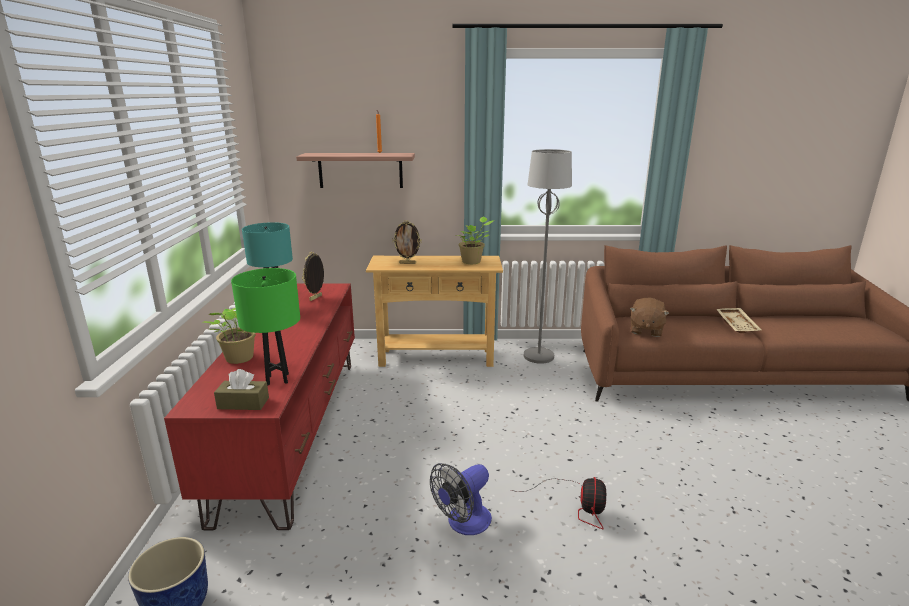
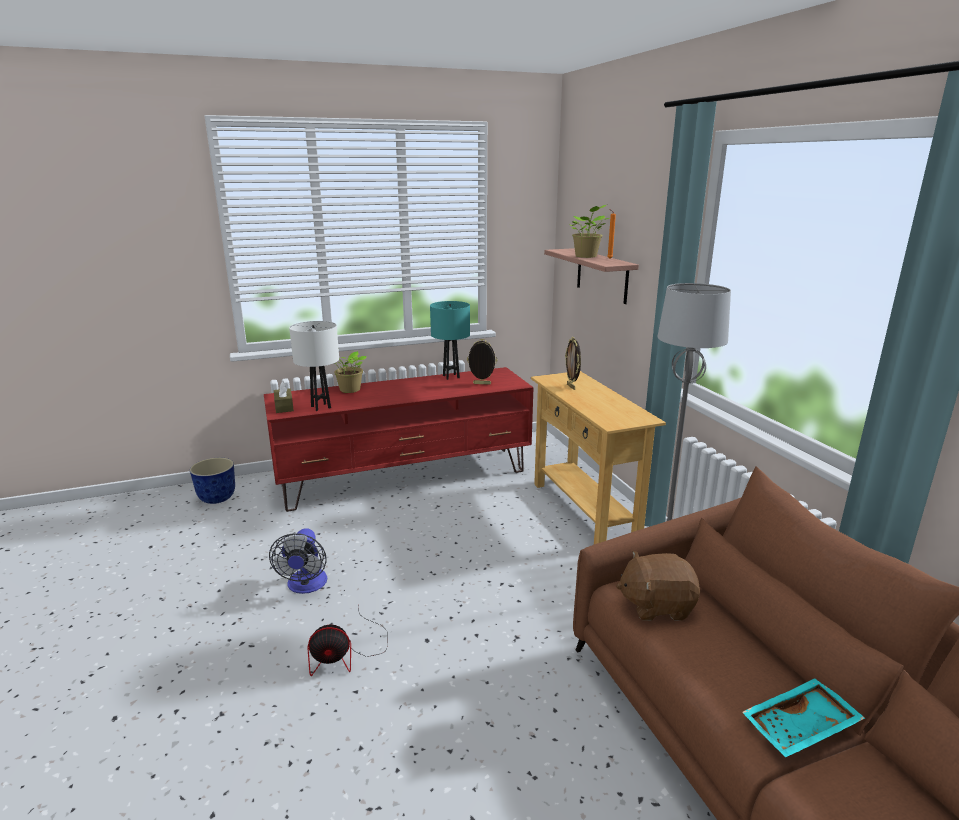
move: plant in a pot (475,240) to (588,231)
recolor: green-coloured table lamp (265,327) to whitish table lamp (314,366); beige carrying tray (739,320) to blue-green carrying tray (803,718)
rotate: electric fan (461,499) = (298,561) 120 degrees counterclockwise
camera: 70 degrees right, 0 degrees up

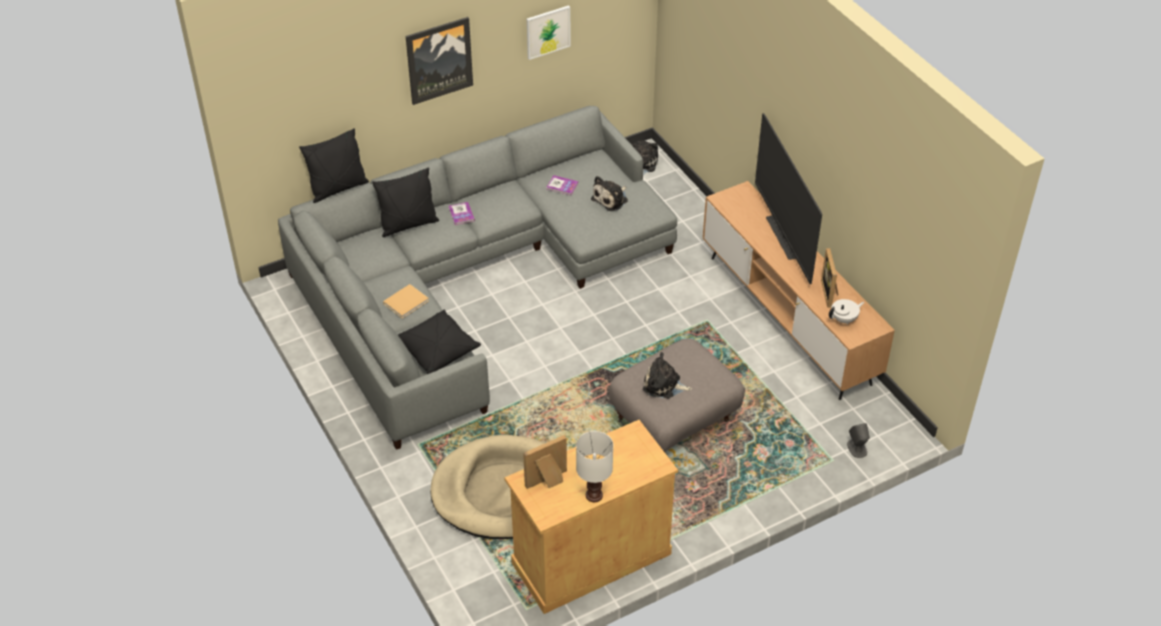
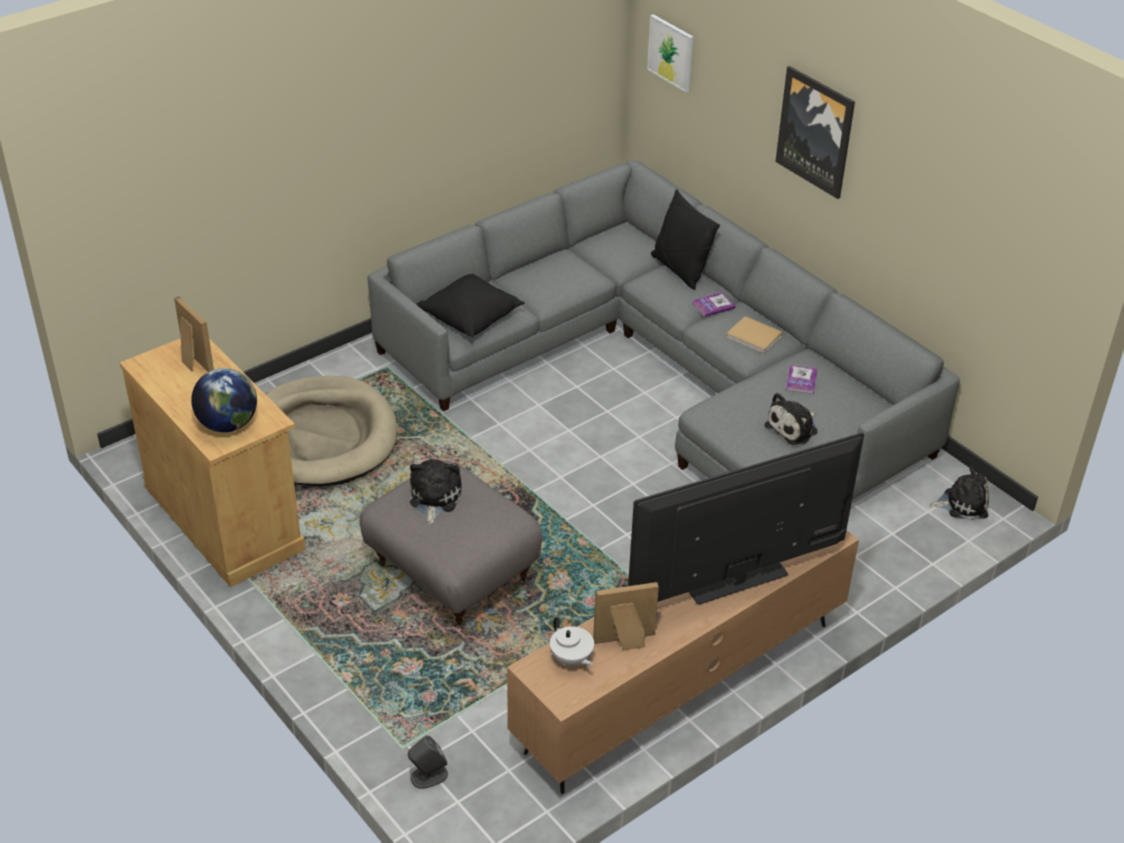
delete: black-coloured cushion (334,165); whitish table lamp (594,466)
insert: globe (224,400)
move: beige volume (406,301) to (754,334); picture (549,33) to (670,53)
rotate: plush toy (609,193) = (791,419) 75 degrees counterclockwise
camera: 80 degrees right, 5 degrees down

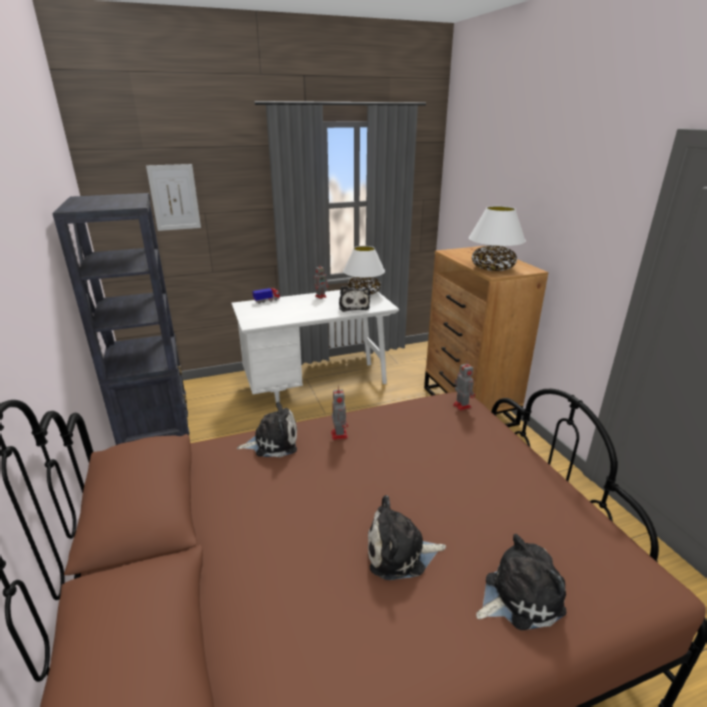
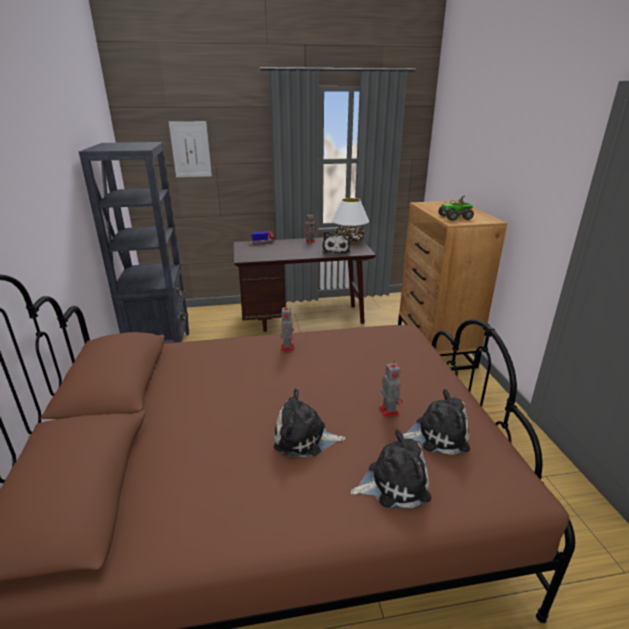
move: plush toy (267,429) to (436,422); model robot (464,386) to (391,388)
replace: whitish table lamp (497,238) to toy lorry (456,208)
recolor: whitish desk (315,346) to brownish desk (304,284)
camera: 10 degrees right, 0 degrees up

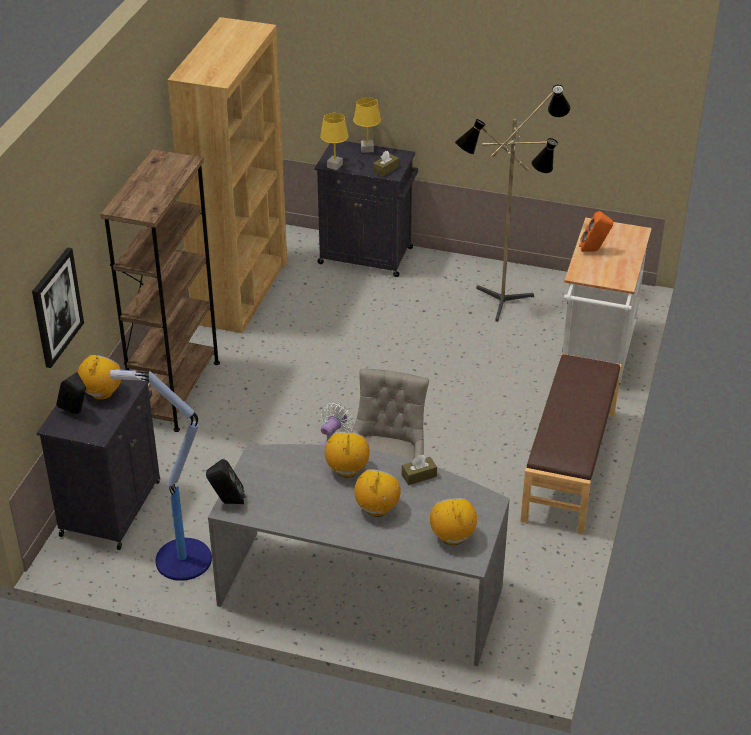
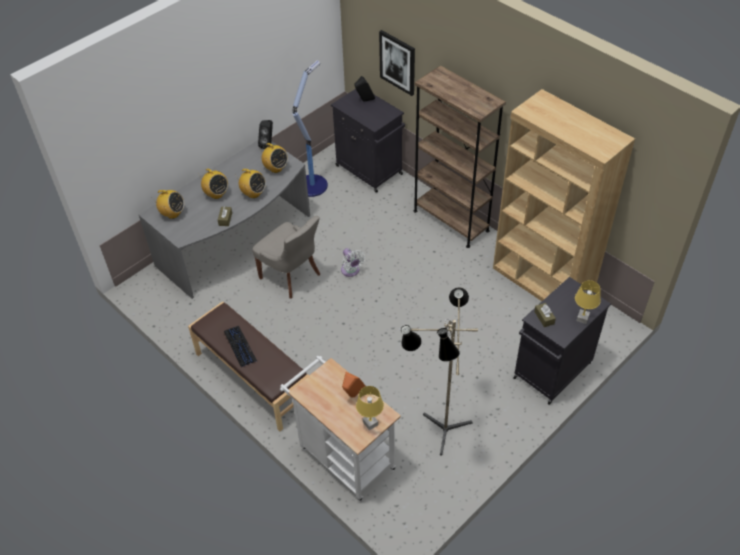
insert: computer keyboard (240,347)
move: radio receiver (99,377) to (274,158); yellow table lamp (334,141) to (370,408)
camera: 120 degrees right, 10 degrees up

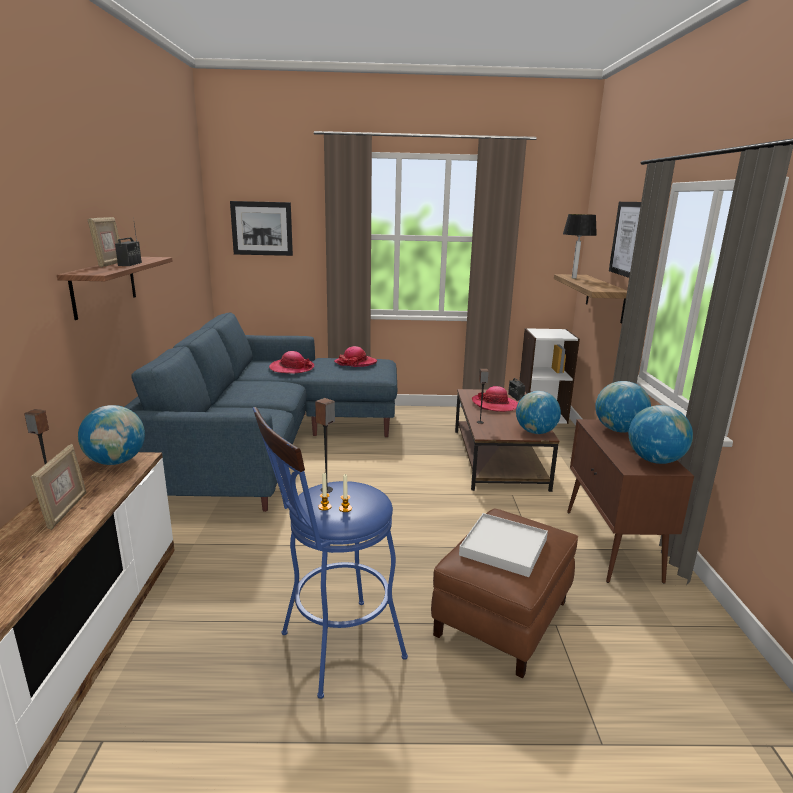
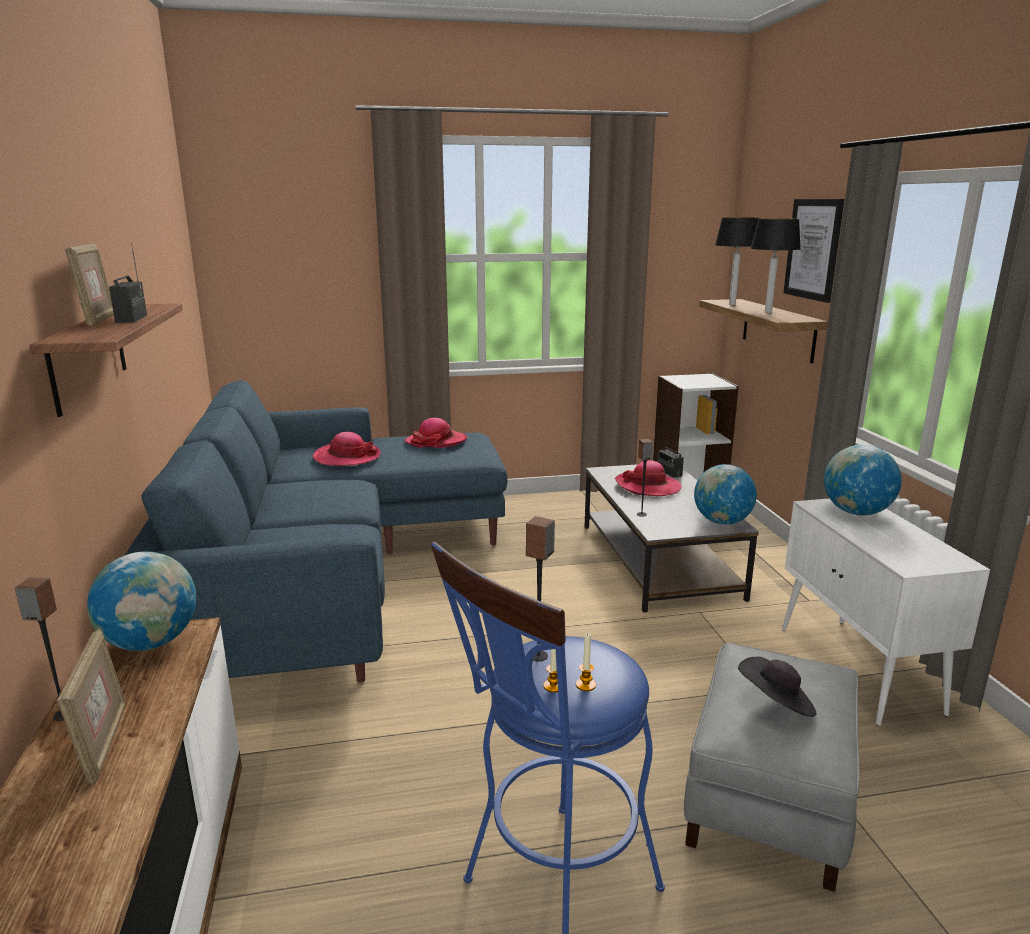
delete: picture (261,228); globe (661,434)
insert: table lamp (775,266)
replace: whitish carrying tray (503,545) to black-coloured hat (777,687)
recolor: brownish ottoman (504,593) to greyish ottoman (771,767); brownish coffee table (507,440) to greyish coffee table (672,538); brownish cabinet (630,501) to whitish cabinet (886,612)
camera: 10 degrees left, 0 degrees up

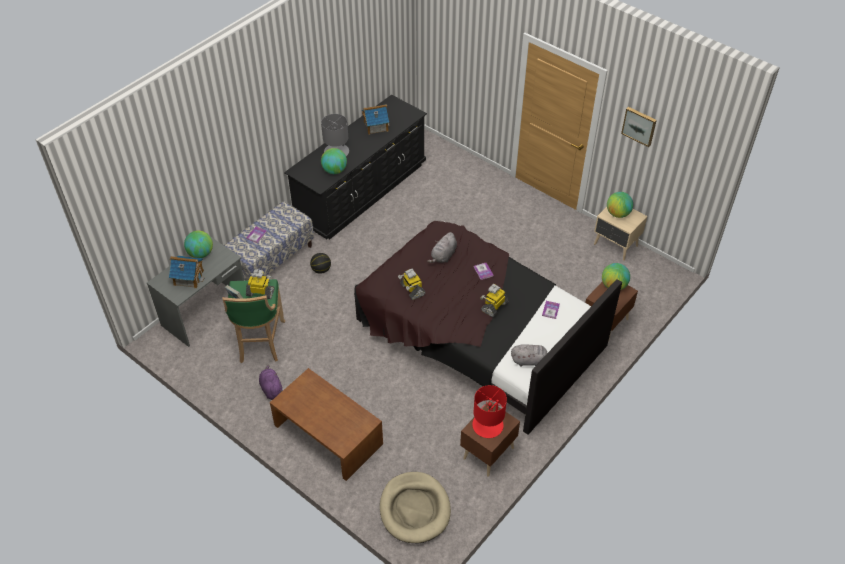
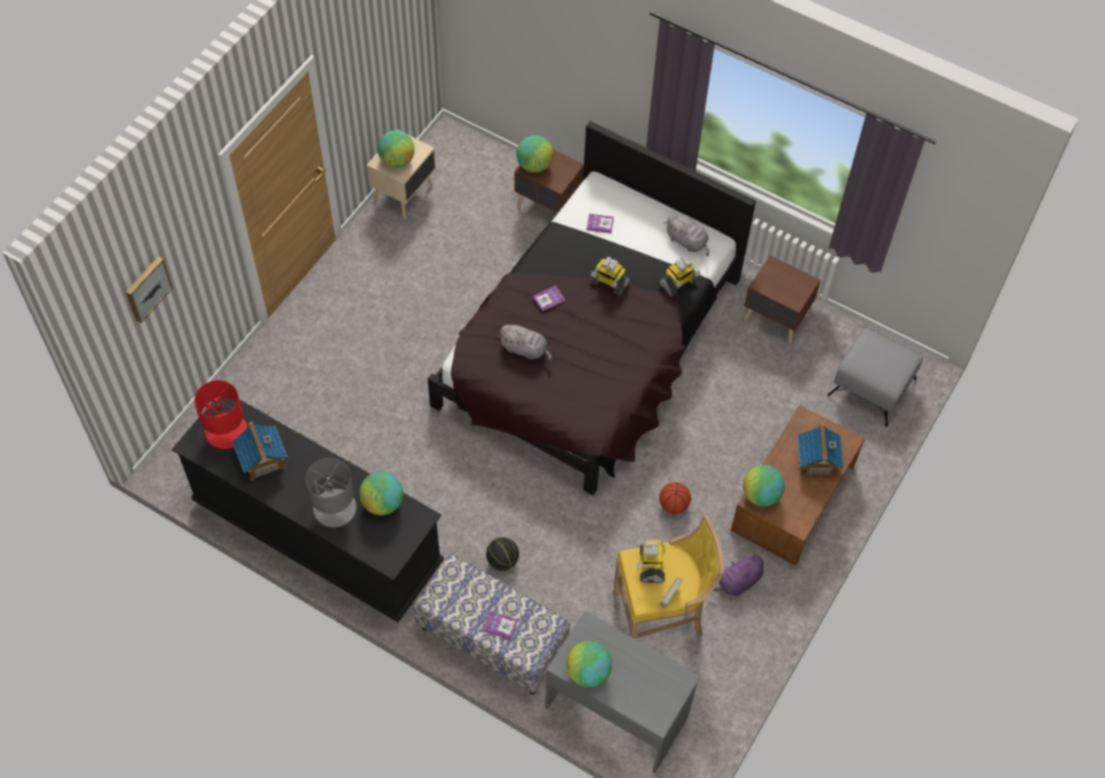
insert: basketball ball (675,498); globe (764,486)
move: toy house (187,271) to (821,450); model robot (411,284) to (680,276); red-coloured table lamp (489,411) to (221,414); picture (639,127) to (149,289)
replace: beige dog cushion (415,508) to greyish ottoman (875,377)
recolor: green-coloured sitting stool (253,321) to yellow sitting stool (668,577)
rotate: greyish plush toy (529,355) = (687,234) 135 degrees clockwise
camera: 100 degrees left, 10 degrees up

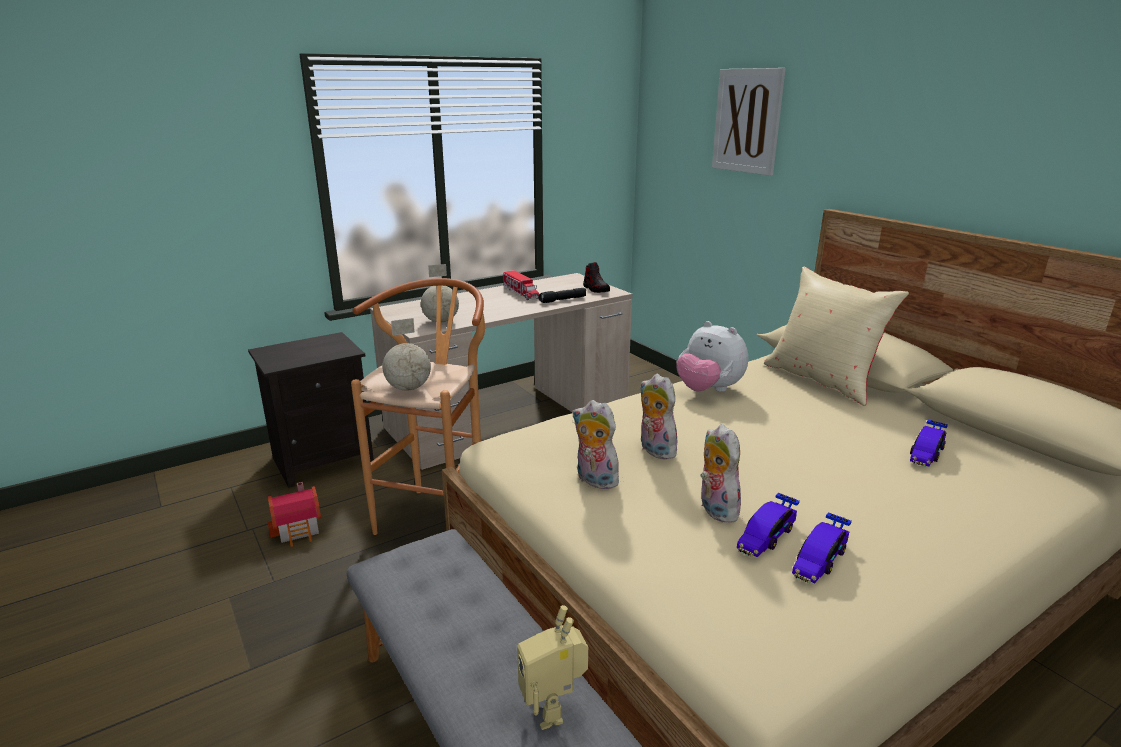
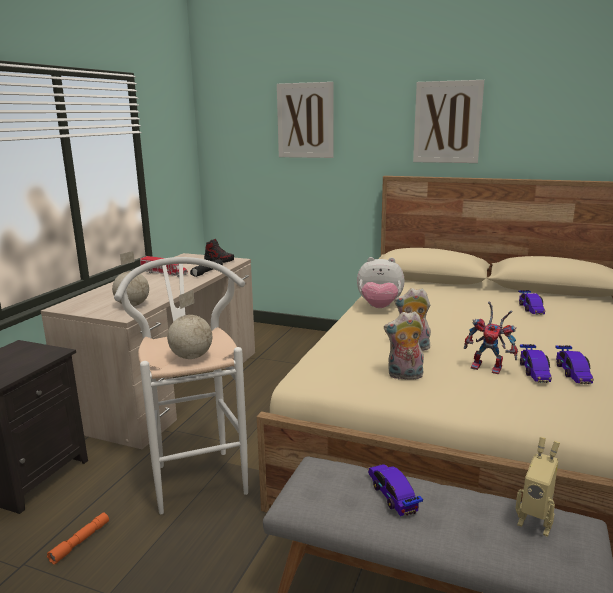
delete: beige cushion (836,336)
insert: toy car (395,490); picture (448,121)
replace: toy house (294,514) to orange-coloured flashlight (78,539); plush toy (720,473) to model robot (491,338)
recolor: brownish sitting stool (418,406) to whitish sitting stool (181,385)
camera: 35 degrees left, 5 degrees down

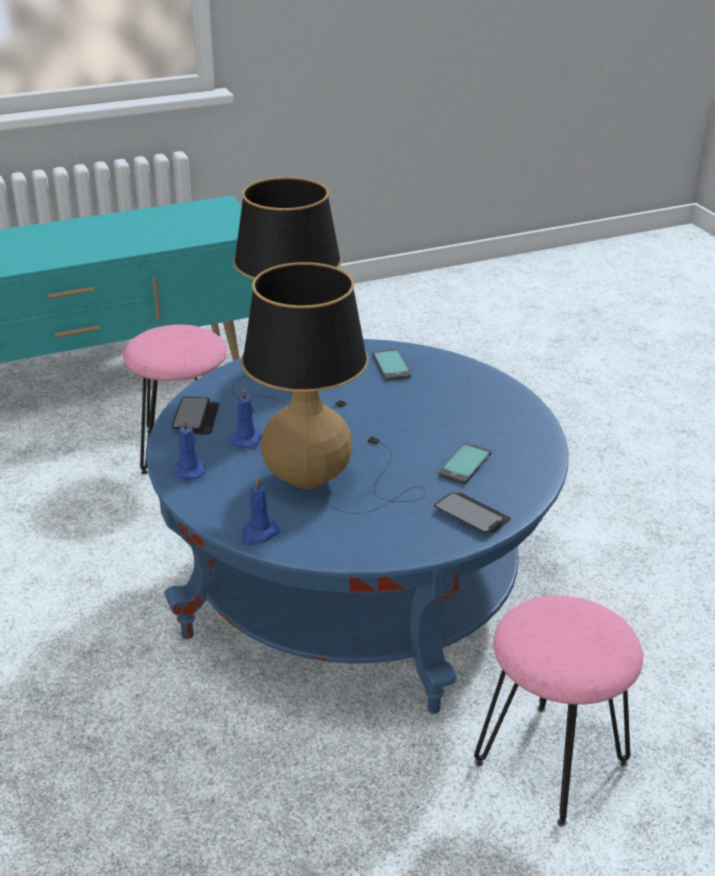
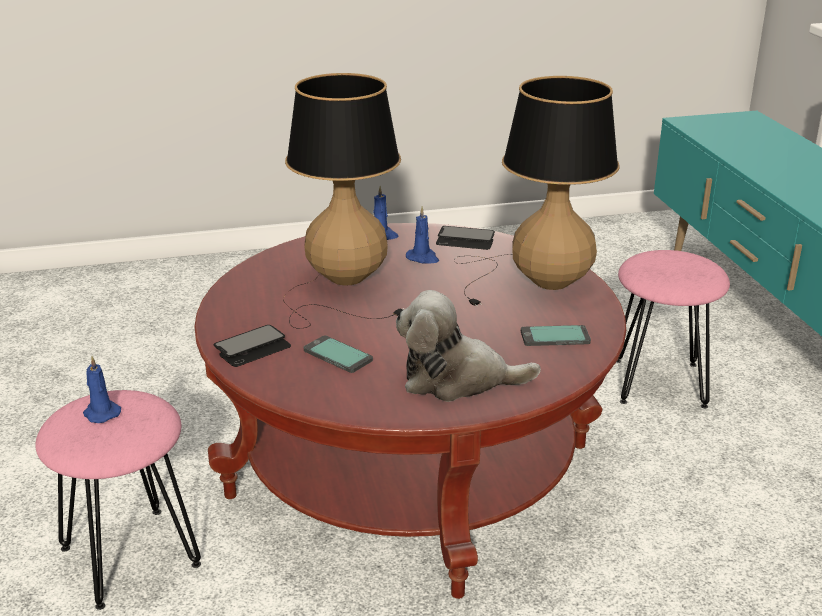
insert: plush toy (468,346)
move: blue candle (260,511) to (102,389)
recolor: blue coffee table (357,526) to red-coloured coffee table (410,411)
camera: 100 degrees right, 5 degrees down

